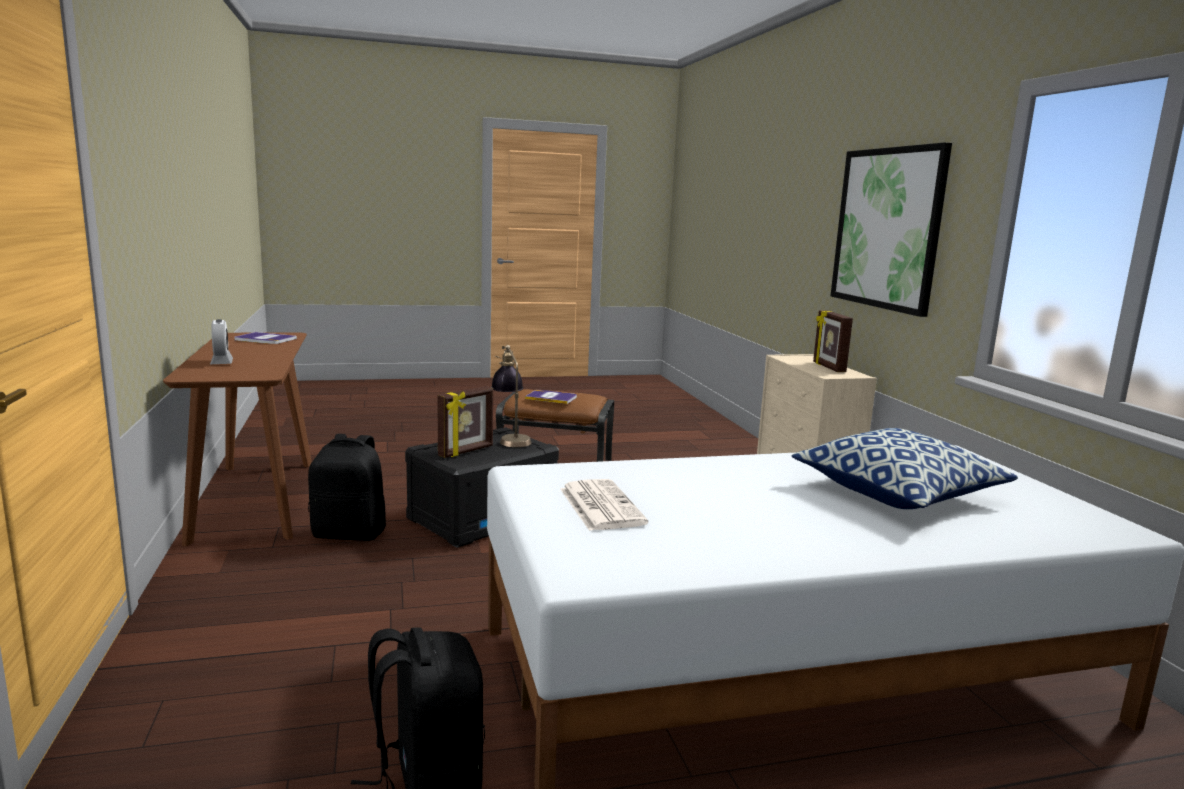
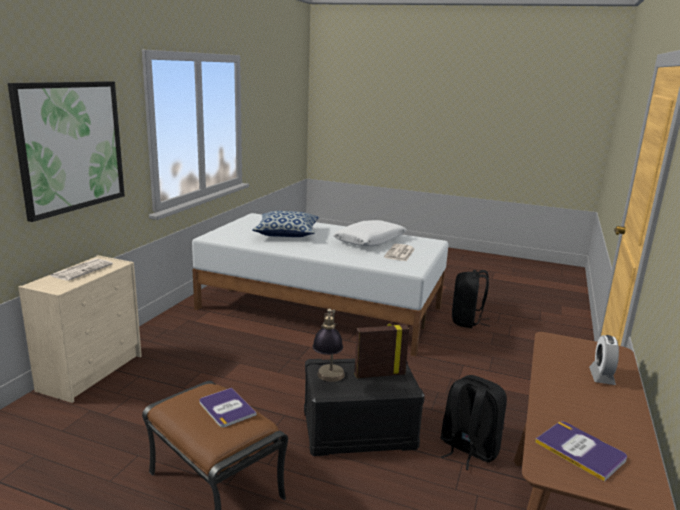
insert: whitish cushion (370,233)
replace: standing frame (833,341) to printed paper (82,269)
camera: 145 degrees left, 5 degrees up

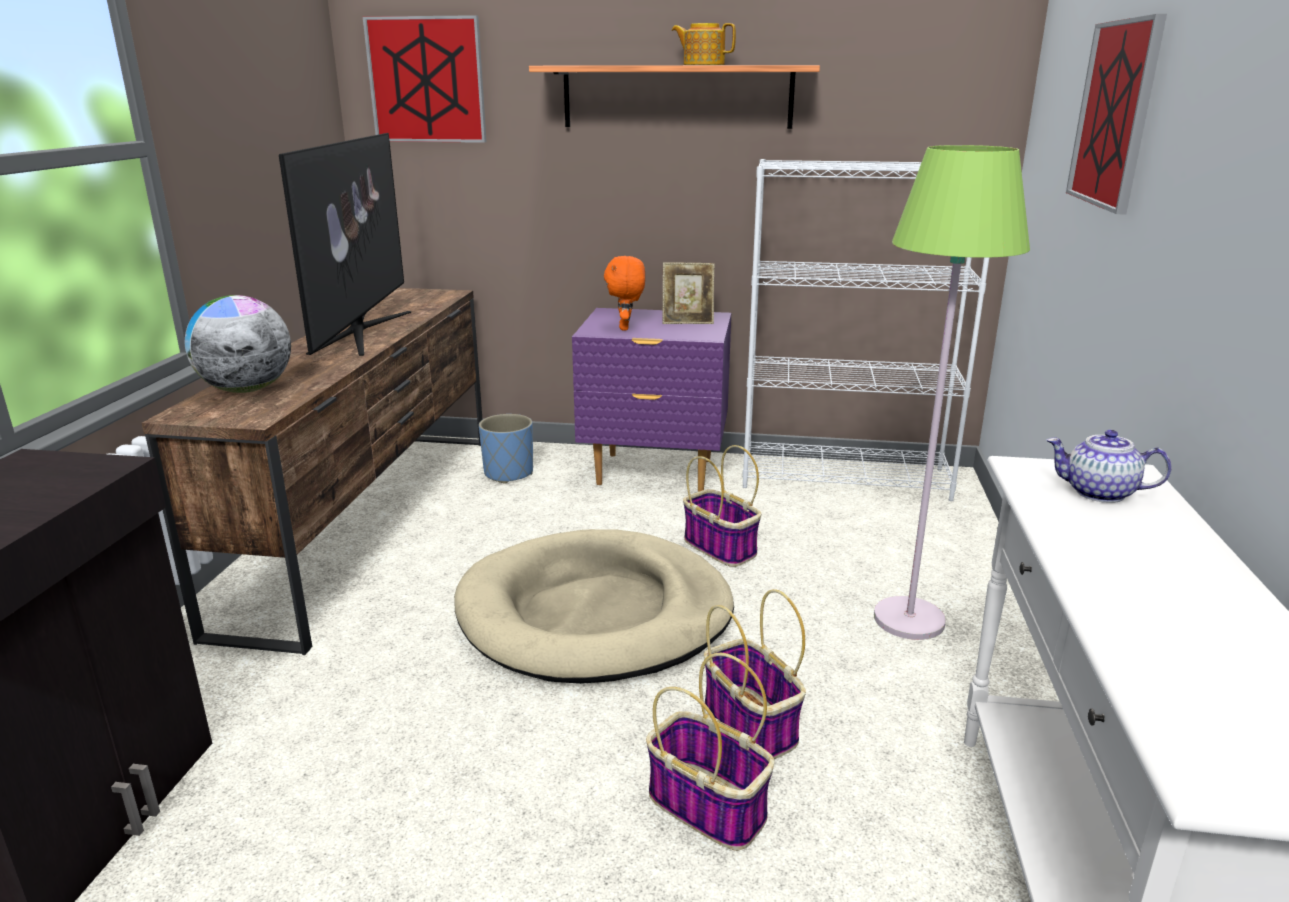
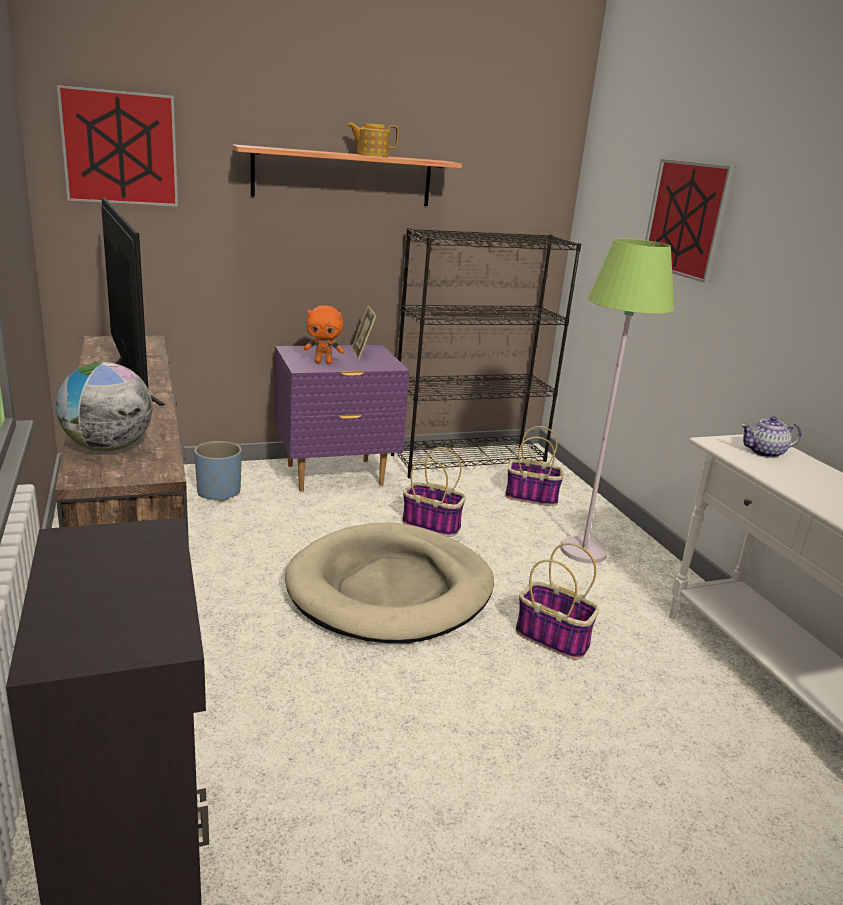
move: storage basket (710,752) to (534,466)
recolor: whitish bookcase (865,330) to black-coloured bookcase (486,353)
rotate: orange-coloured plush toy (624,293) = (324,334) 60 degrees counterclockwise; standing frame (688,293) = (363,333) 105 degrees clockwise
camera: 30 degrees left, 0 degrees up

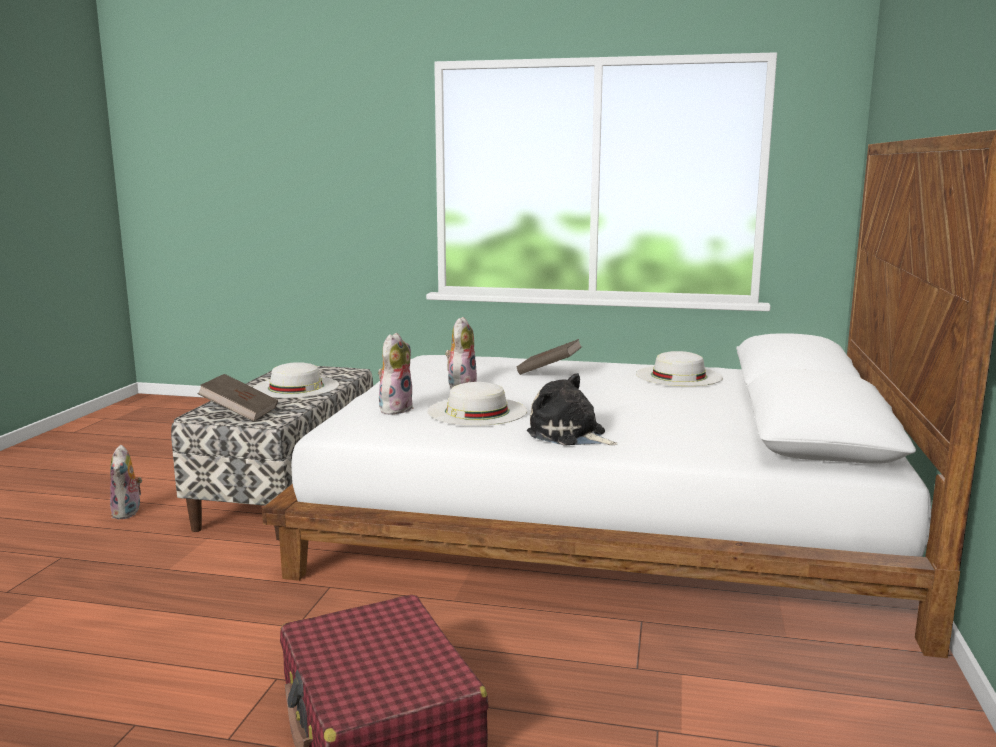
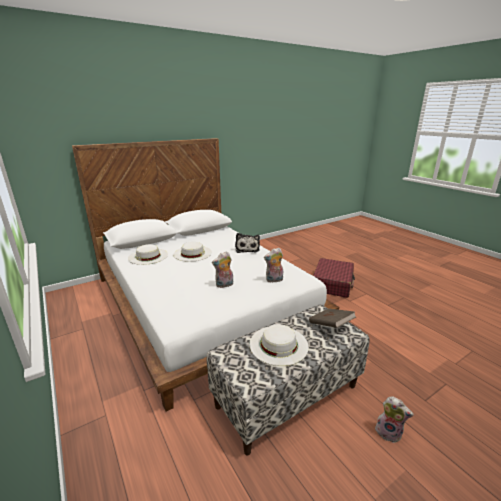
delete: brownish volume (549,357)
move: whitish hat (477,404) to (192,252)
rotate: plush toy (126,482) = (394,419) 90 degrees clockwise
camera: 135 degrees left, 10 degrees up

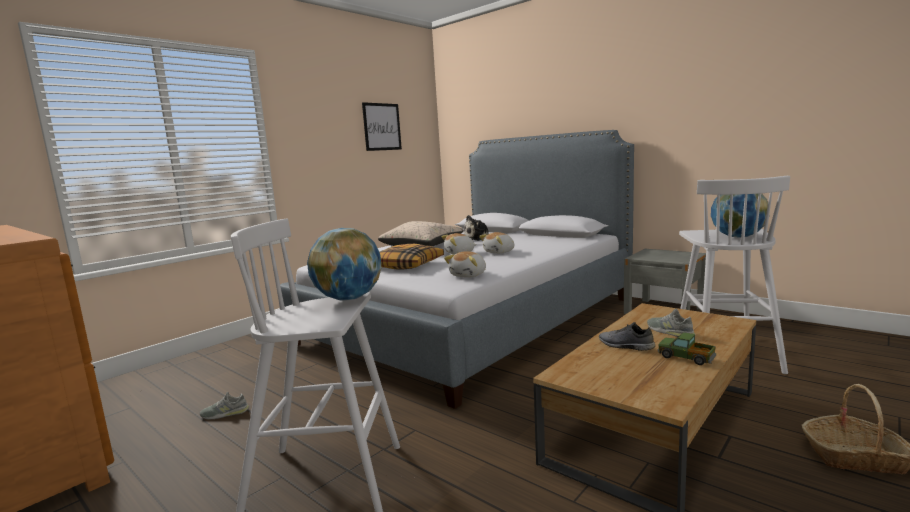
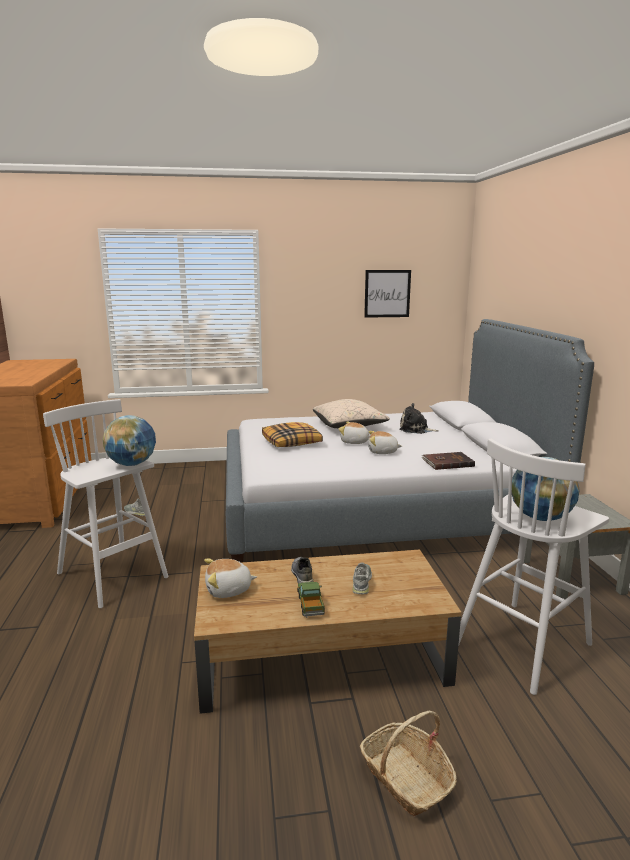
insert: brownish volume (448,461)
move: plush toy (465,264) to (230,578)
camera: 40 degrees right, 5 degrees up

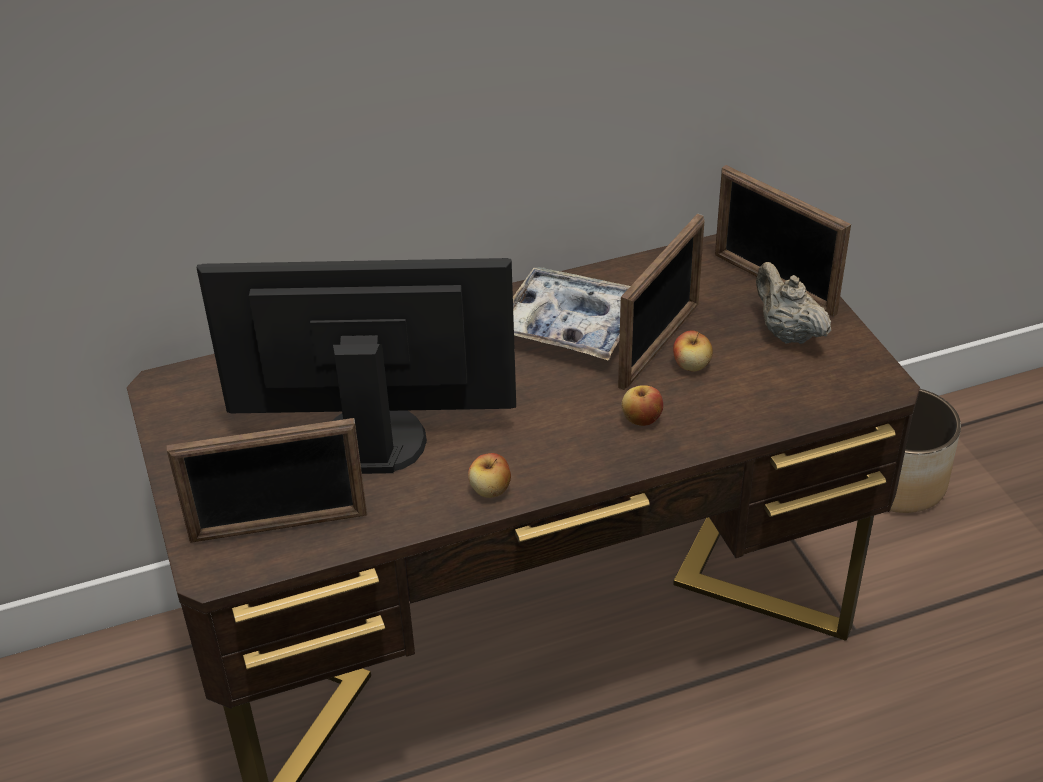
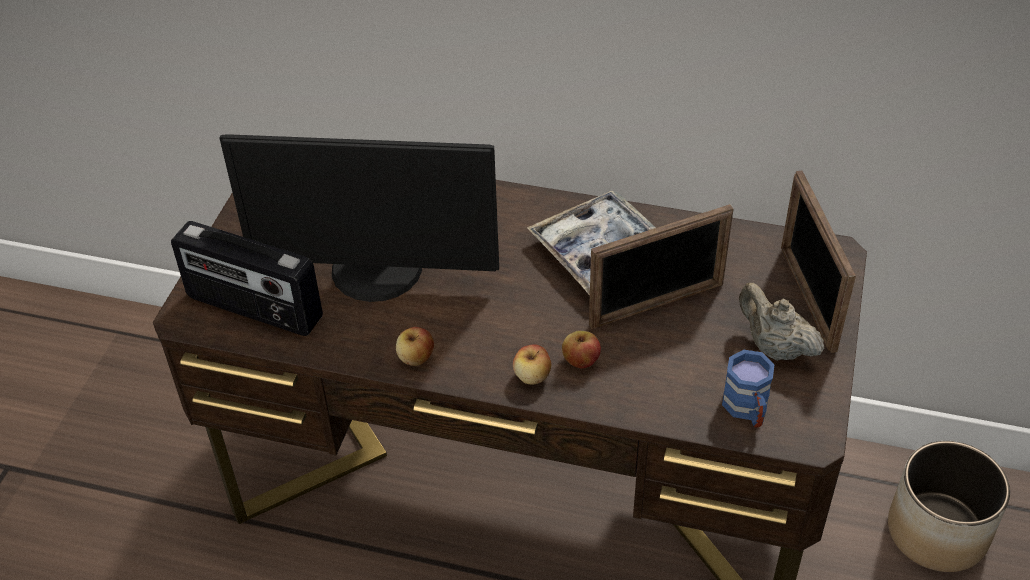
insert: blue mug (748,389)
move: whole apple (693,351) to (532,364)
replace: standing frame (267,480) to radio receiver (247,278)
rotate: computer screen (356,366) = (359,218) 150 degrees clockwise; beige pot for tea (793,303) = (781,322) 45 degrees counterclockwise
camera: 35 degrees right, 5 degrees up

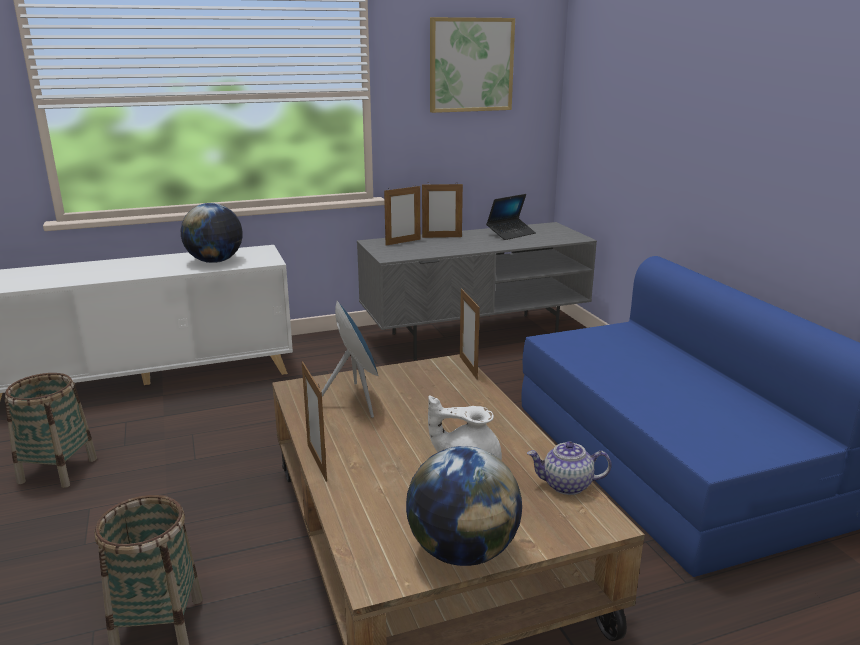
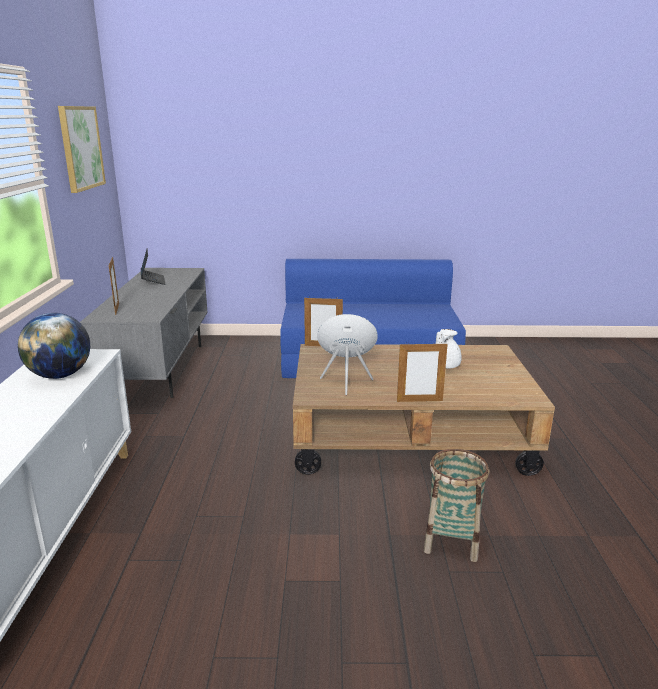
delete: storage basket (51,430); globe (464,506); standing frame (442,210); pot for tea (569,468)
camera: 70 degrees left, 0 degrees up

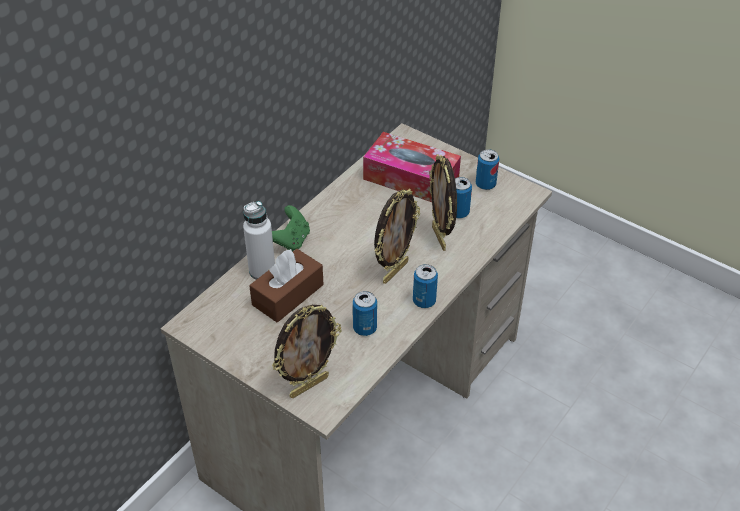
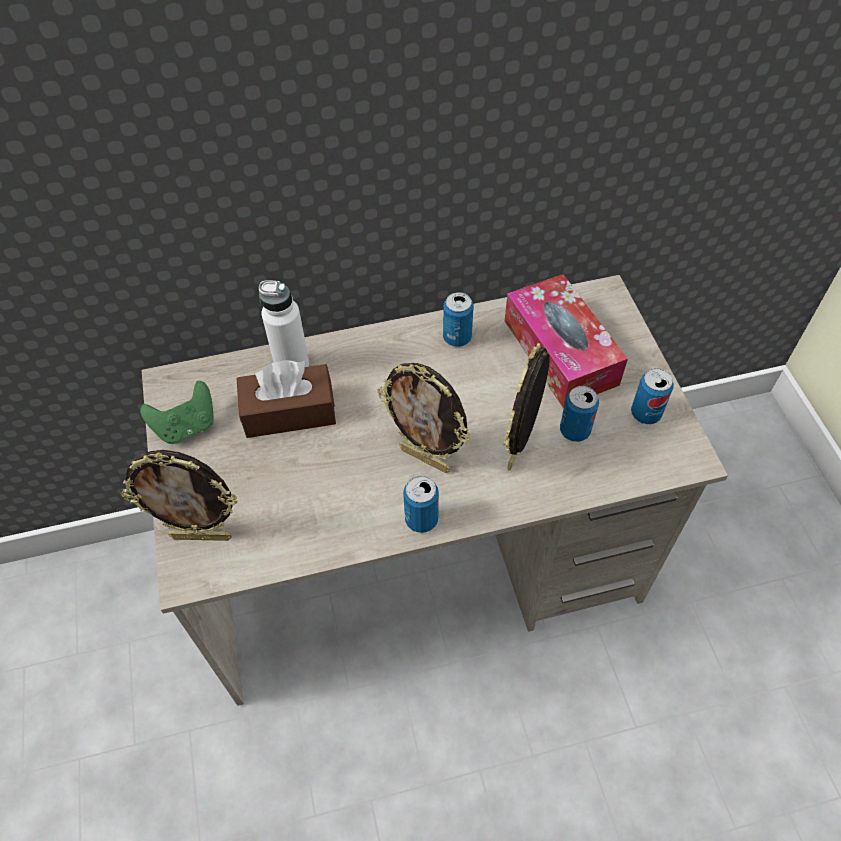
move: green-coloured gamepad (291,228) to (177,412); can (365,313) to (458,319)
rotate: standing frame (397,236) = (424,418) 45 degrees clockwise
camera: 40 degrees right, 10 degrees up

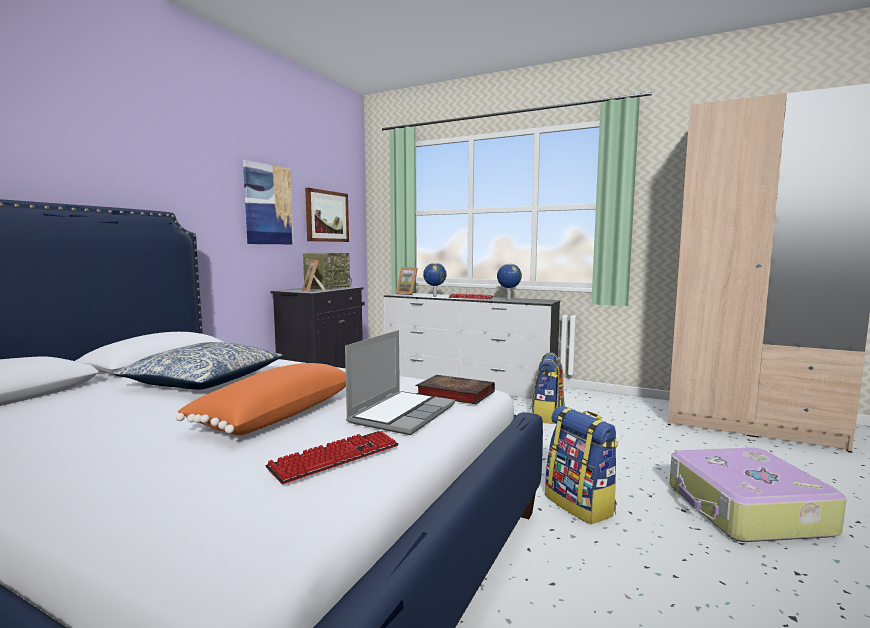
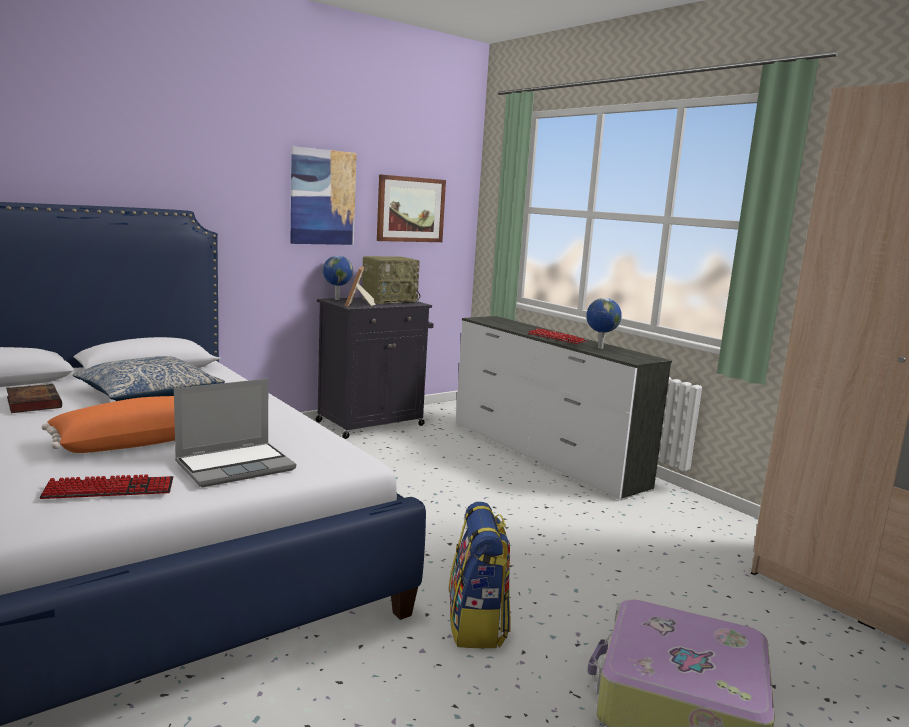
delete: standing frame (407,281); rucksack (548,388)
move: volume (455,389) to (34,398); globe (435,280) to (338,278)
camera: 25 degrees right, 5 degrees up

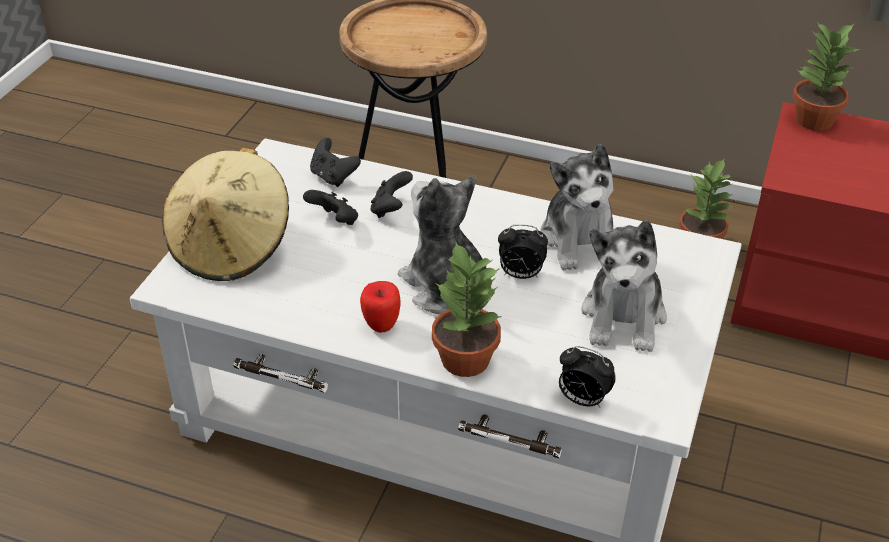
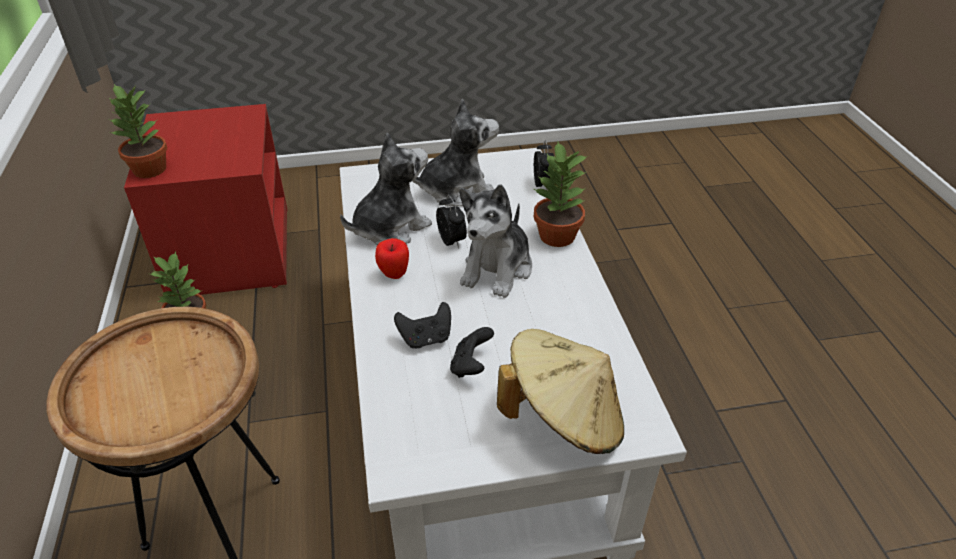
delete: black-coloured gamepad (335,162)
move: whole apple (380,307) to (392,258)
camera: 120 degrees left, 0 degrees up

